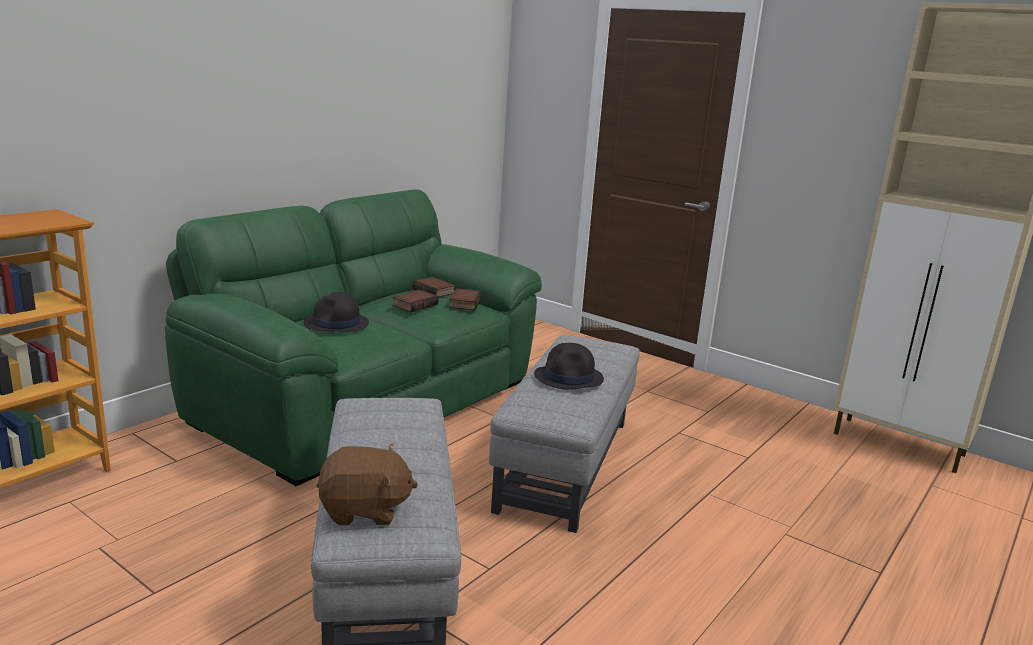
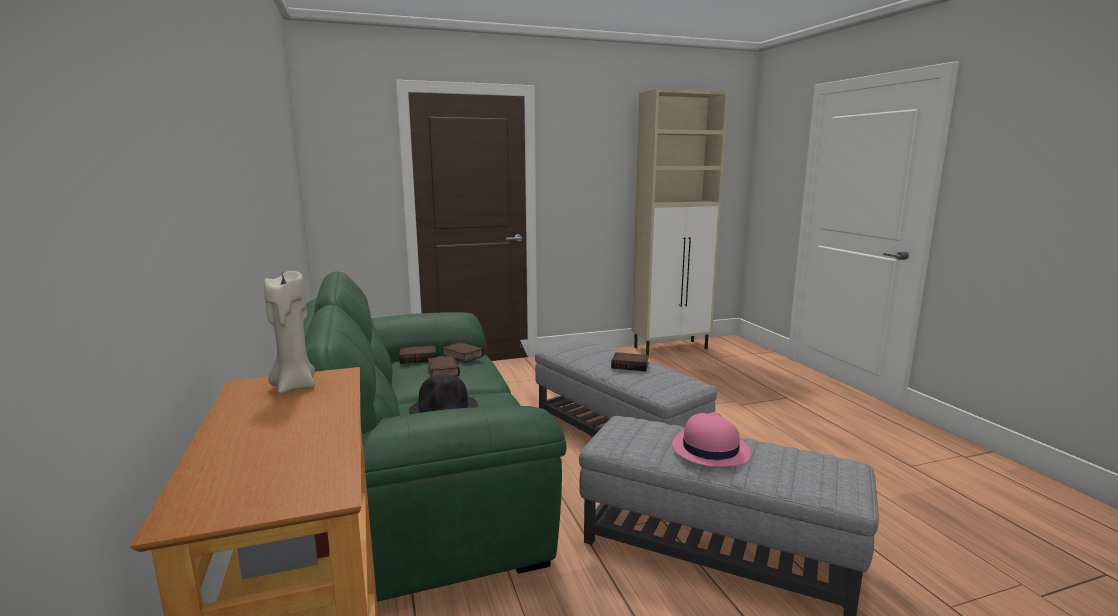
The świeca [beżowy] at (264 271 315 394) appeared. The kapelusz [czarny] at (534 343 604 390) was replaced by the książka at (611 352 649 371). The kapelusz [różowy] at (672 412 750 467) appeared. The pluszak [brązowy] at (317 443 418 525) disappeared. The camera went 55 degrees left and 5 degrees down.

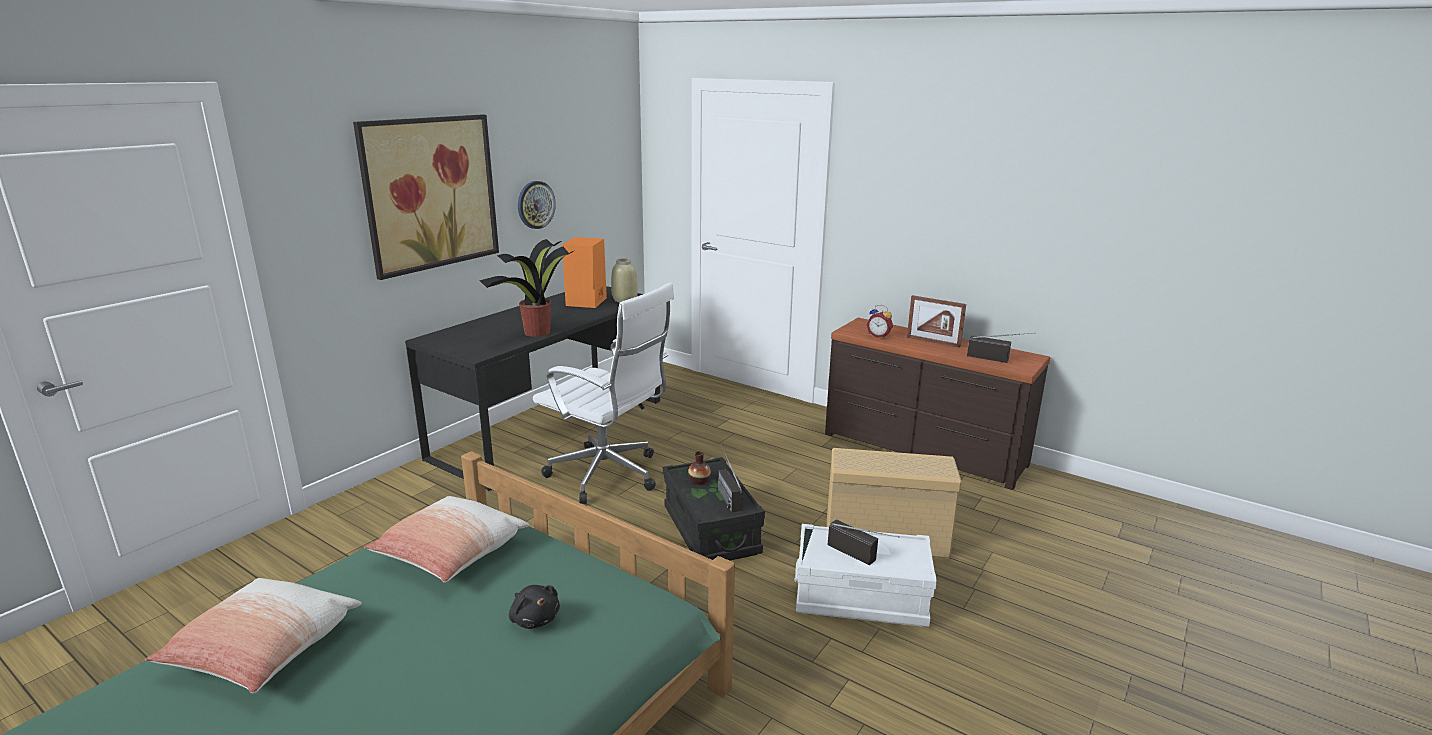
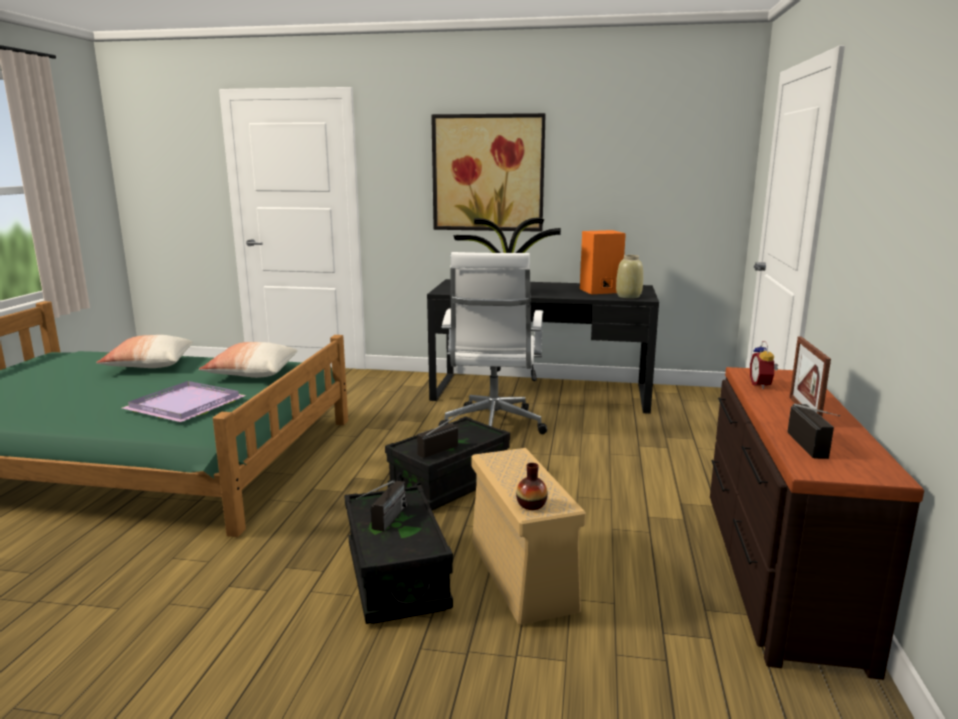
The pluszak [czarny] at (509 585 560 629) was replaced by the taca [fioletowy] at (122 381 246 422). The pojemnik do przechowywania [biały] at (794 524 937 627) became the pojemnik do przechowywania [czarny] at (344 485 453 624). The wazon moved from (688 451 711 485) to (516 463 548 510). The zegar ścienny at (518 181 556 229) disappeared. The camera went 65 degrees right and 5 degrees down.

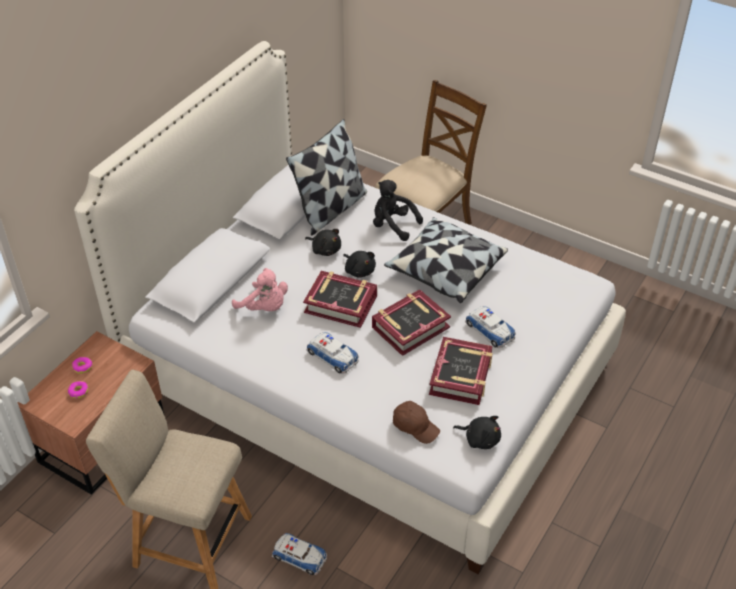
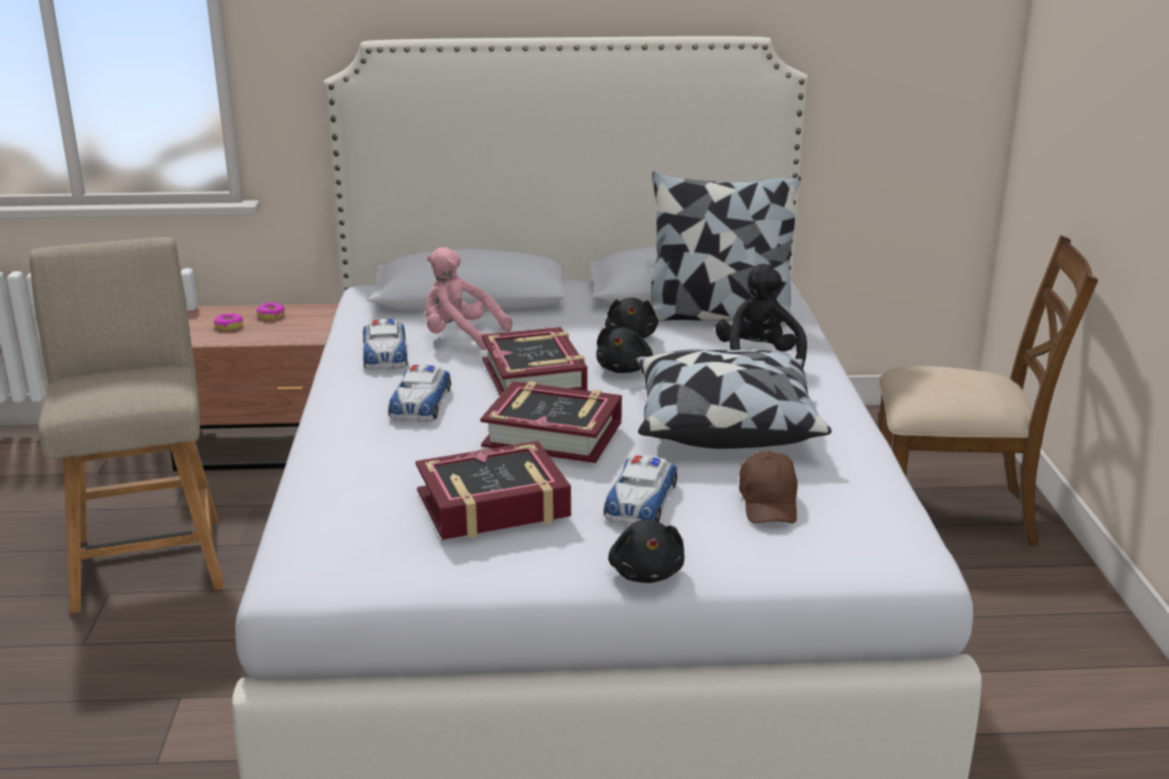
The samochodzik moved from (272 533 327 575) to (363 319 408 370). The pluszak [różowy] at (232 268 288 311) turned 105 degrees clockwise. The pluszak [czarny] moved from (453 416 501 449) to (608 519 684 583). The czapka z daszkiem [brązowy] moved from (393 401 440 444) to (739 451 798 523). The camera went 55 degrees right and 20 degrees down.

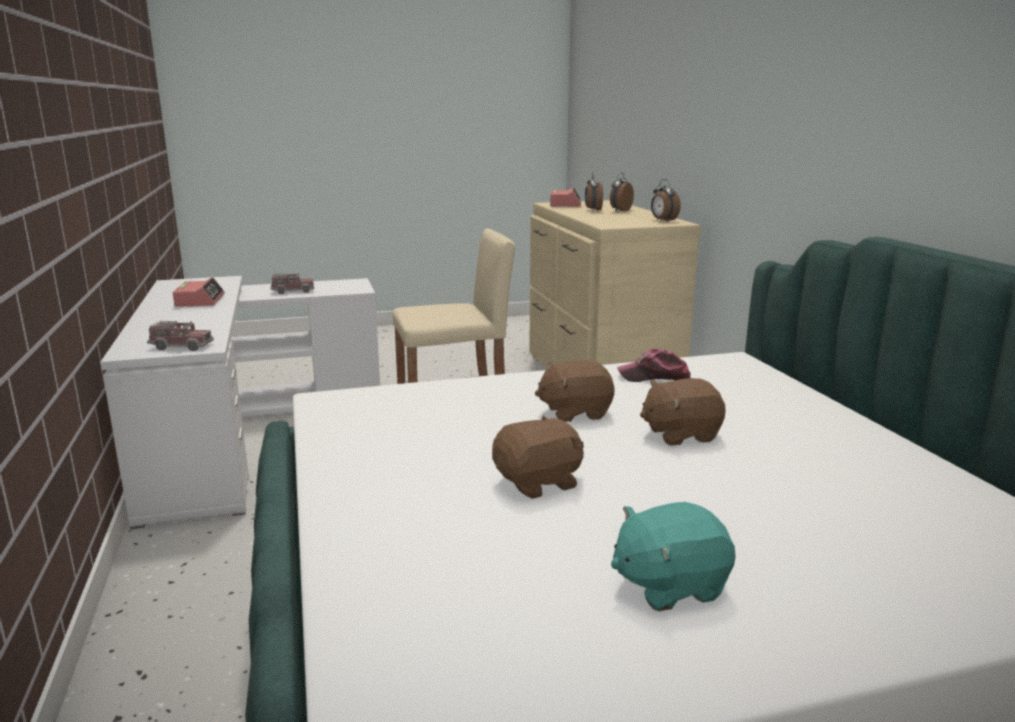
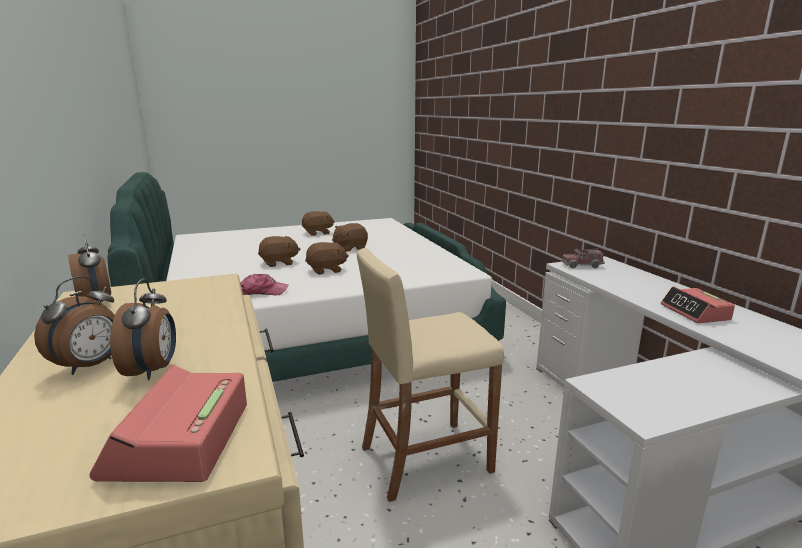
The pluszak [turkusowy] at (611 502 736 611) became the pluszak [brązowy] at (302 211 335 236). The ciężarówka zabawkowa at (271 273 314 294) disappeared. The camera went 175 degrees right and 0 degrees up.

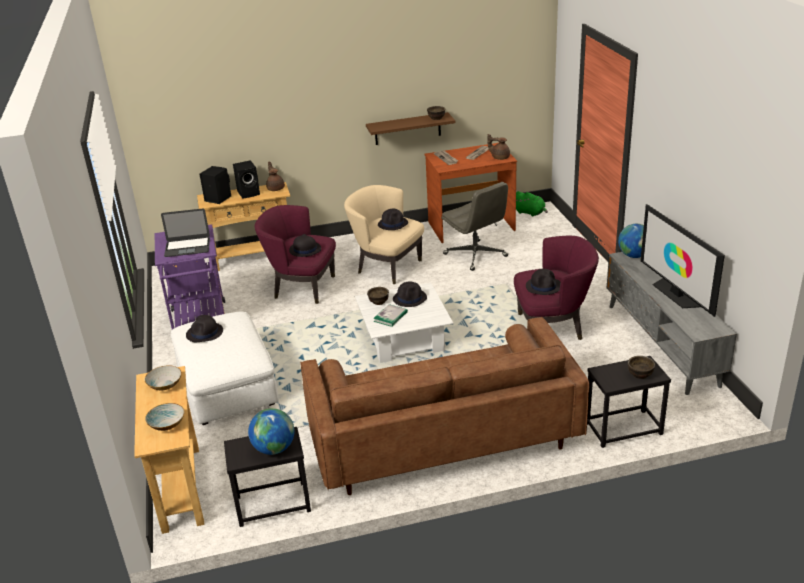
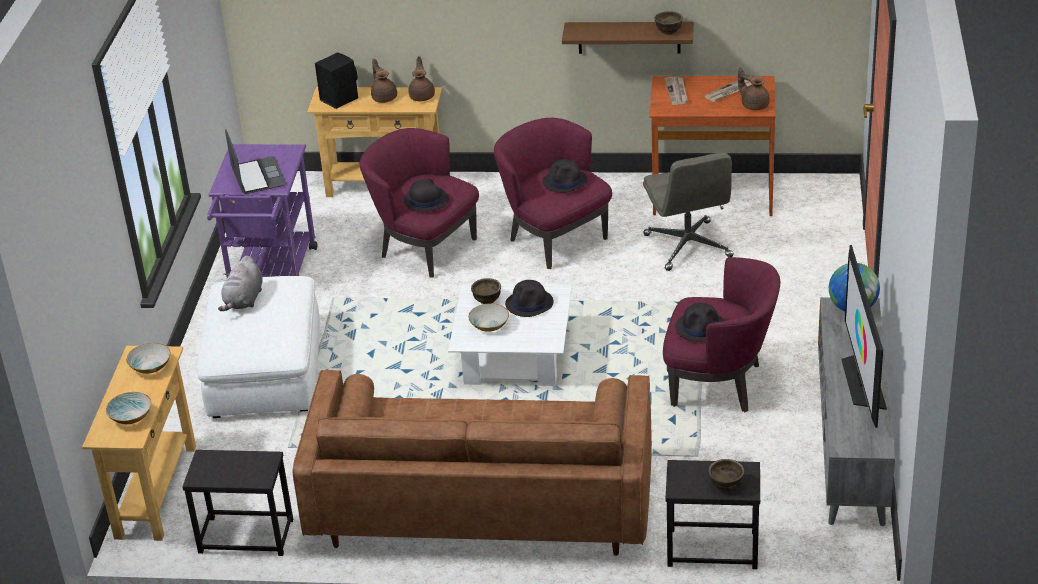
The kapelusz [czarny] at (186 315 223 342) was replaced by the pluszak [szary] at (218 256 263 311). The laptop at (161 208 210 257) turned 120 degrees counterclockwise. The głośnik [czarny] at (233 160 260 199) was replaced by the imbryk [brązowy] at (371 59 397 103). The książka at (373 304 408 327) was replaced by the miska at (468 303 509 332). The fotel [beżowy] at (344 185 424 284) became the fotel [fioletowy] at (494 118 612 269). The globus at (248 408 294 455) disappeared. The pluszak [zielony] at (516 191 548 217) disappeared. The camera went 20 degrees right and 5 degrees up.

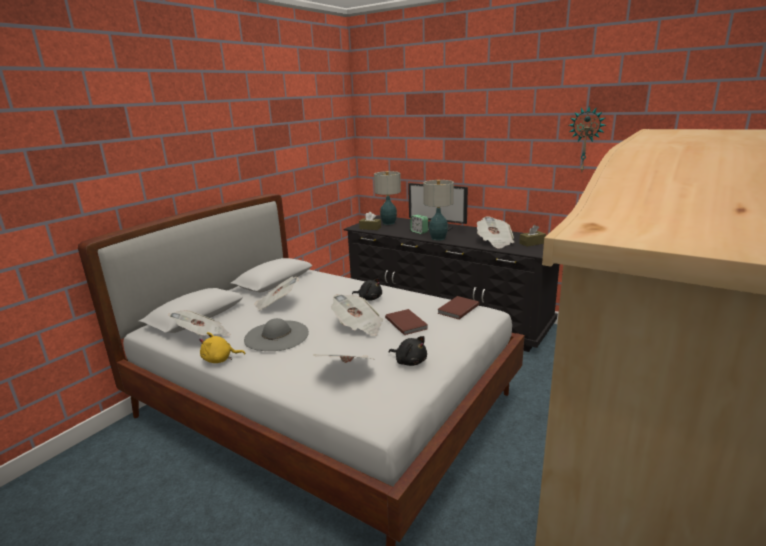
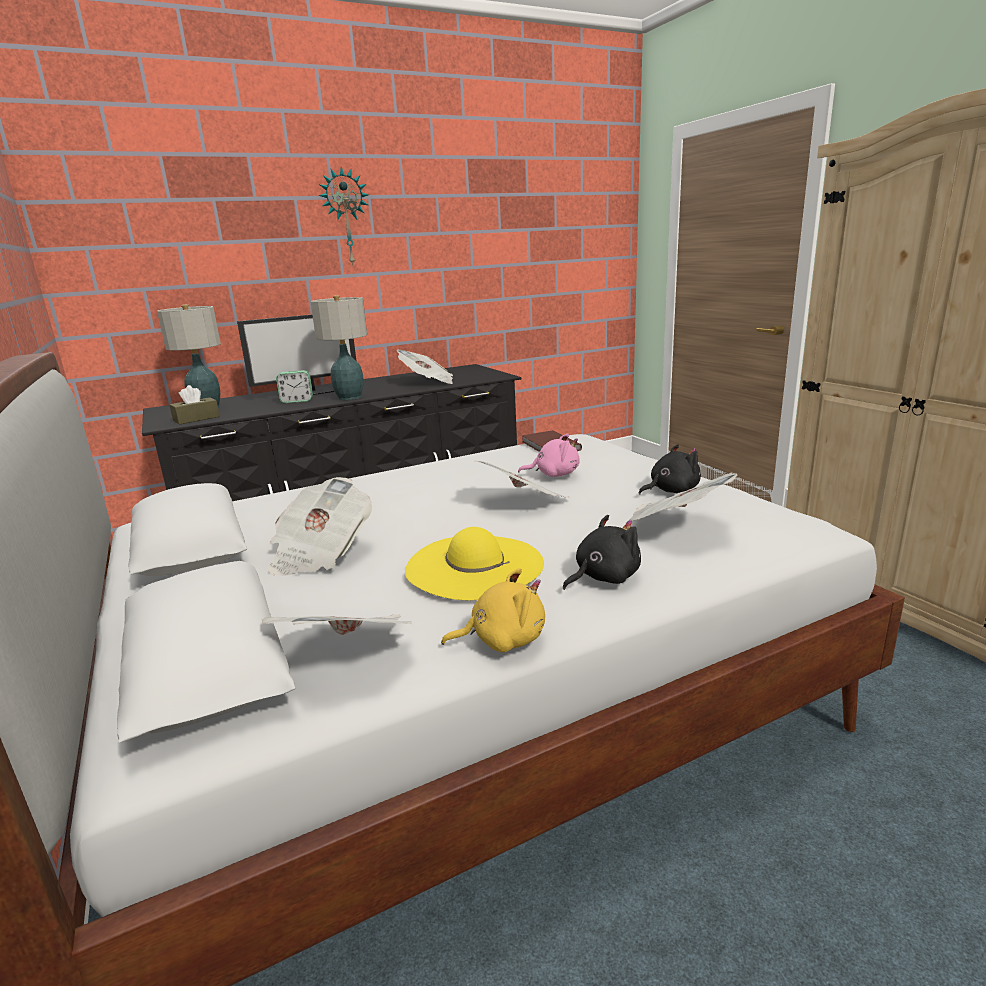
The zegar ścienny moved from (569 107 606 171) to (319 167 369 265). The kapelusz [szary] at (244 318 309 351) became the kapelusz [żółty] at (405 527 544 600). The pluszak [żółty] at (199 332 245 363) turned 120 degrees counterclockwise. The książka [brązowy] at (385 309 428 335) was replaced by the pluszak [różowy] at (518 434 580 477). The pluszak [czarny] moved from (352 278 382 300) to (563 515 641 590). The pudełko chusteczek [brązowy] at (519 225 546 247) disappeared. The camera went 60 degrees left and 0 degrees up.

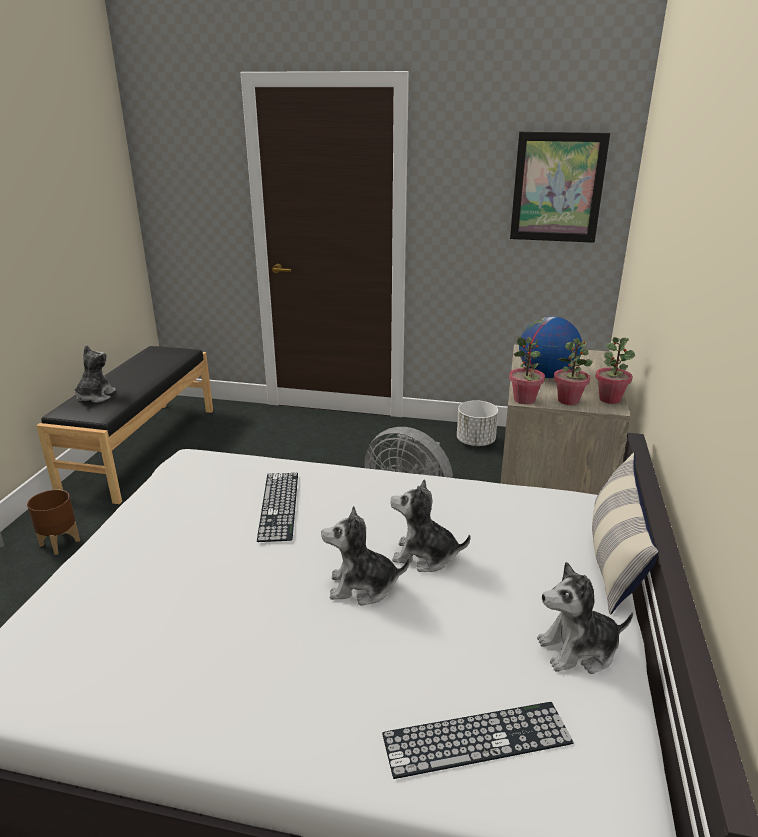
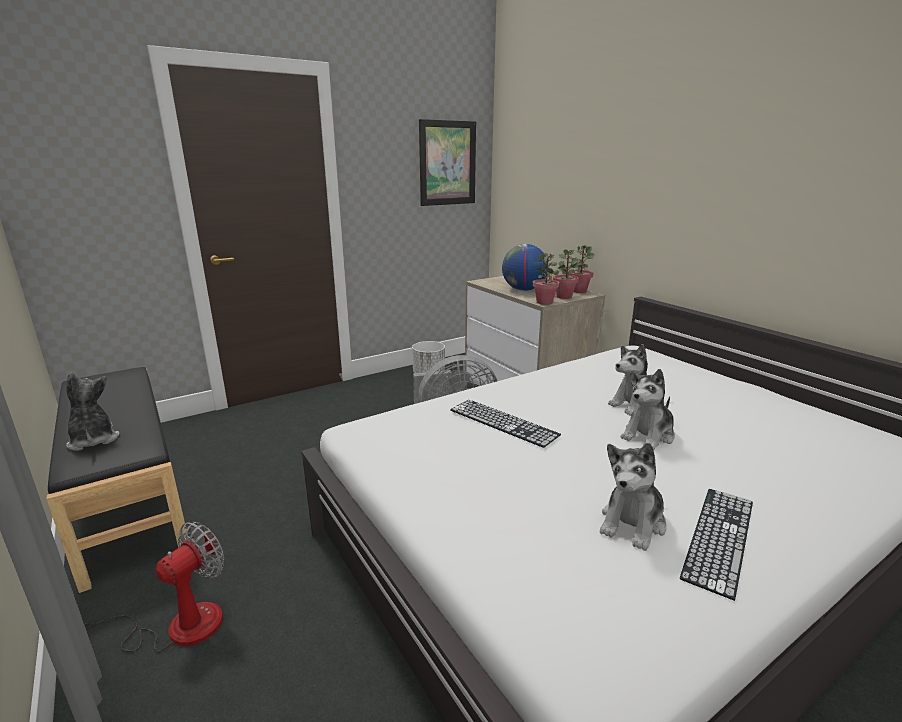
The donica [brązowy] at (27 489 80 555) was replaced by the wentylator at (83 522 224 652). The pluszak moved from (537 562 633 674) to (600 443 666 551). The klawiatura moved from (382 702 574 779) to (680 489 753 601). The poduszka at (592 453 659 615) disappeared. The camera went 45 degrees left and 5 degrees down.

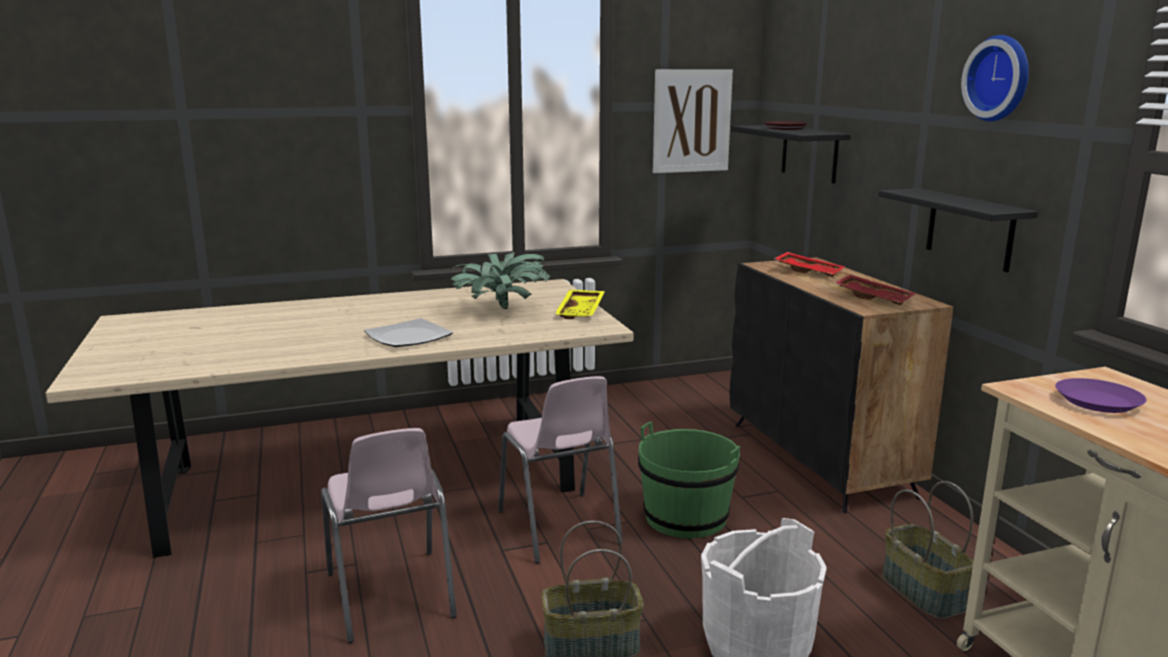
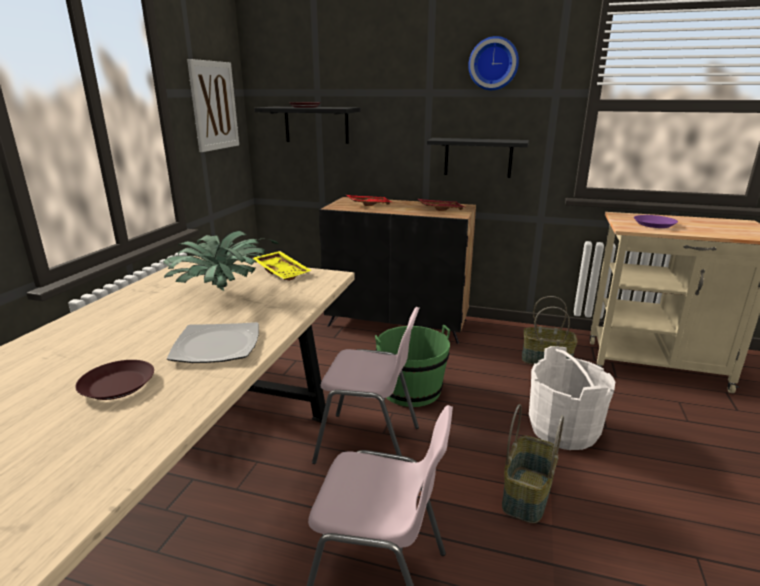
The talerz [brązowy] at (75 360 154 400) appeared. The camera went 55 degrees left and 5 degrees up.

